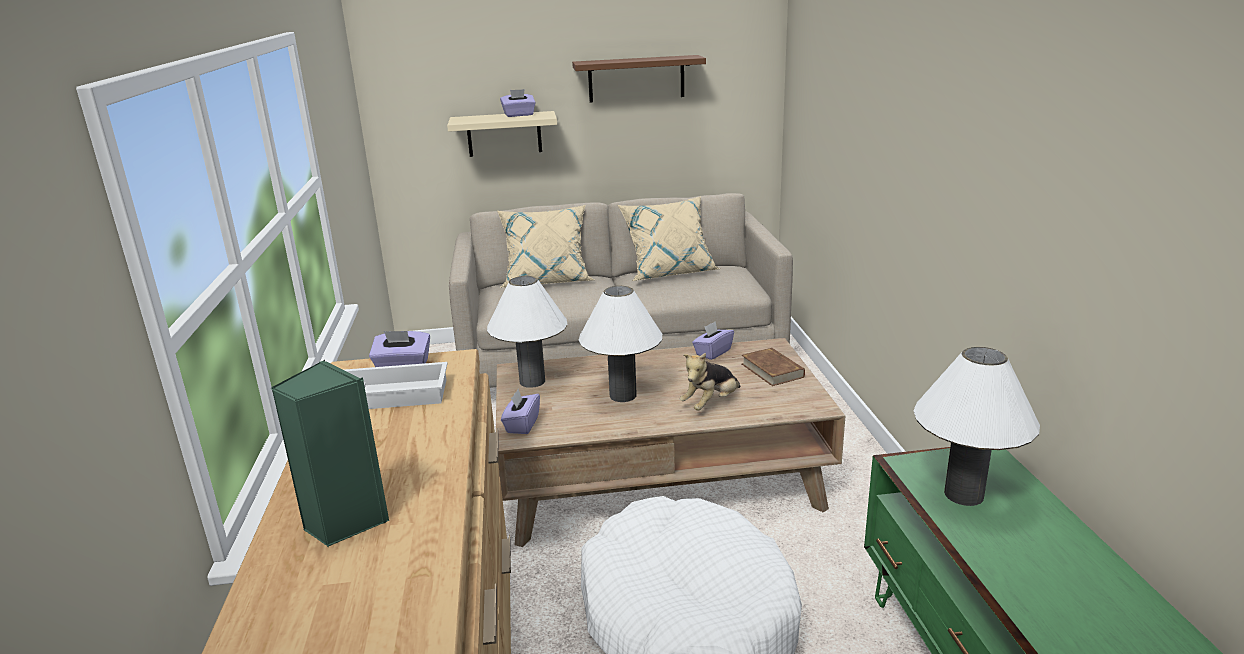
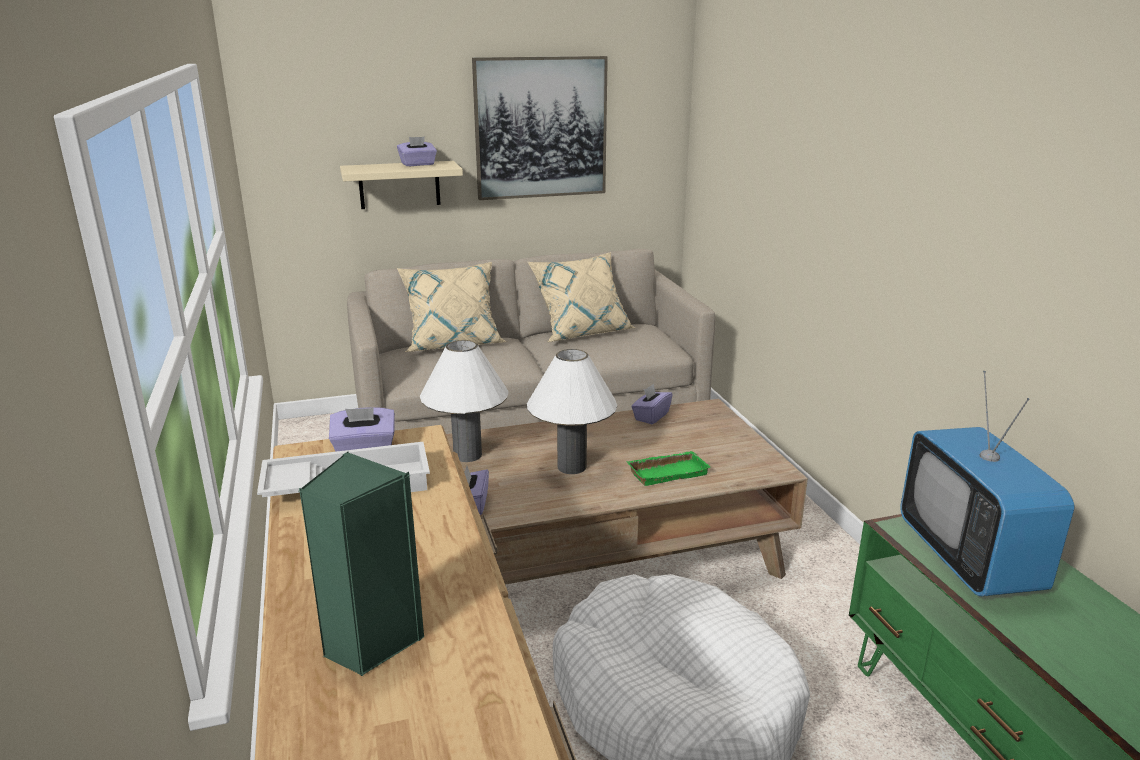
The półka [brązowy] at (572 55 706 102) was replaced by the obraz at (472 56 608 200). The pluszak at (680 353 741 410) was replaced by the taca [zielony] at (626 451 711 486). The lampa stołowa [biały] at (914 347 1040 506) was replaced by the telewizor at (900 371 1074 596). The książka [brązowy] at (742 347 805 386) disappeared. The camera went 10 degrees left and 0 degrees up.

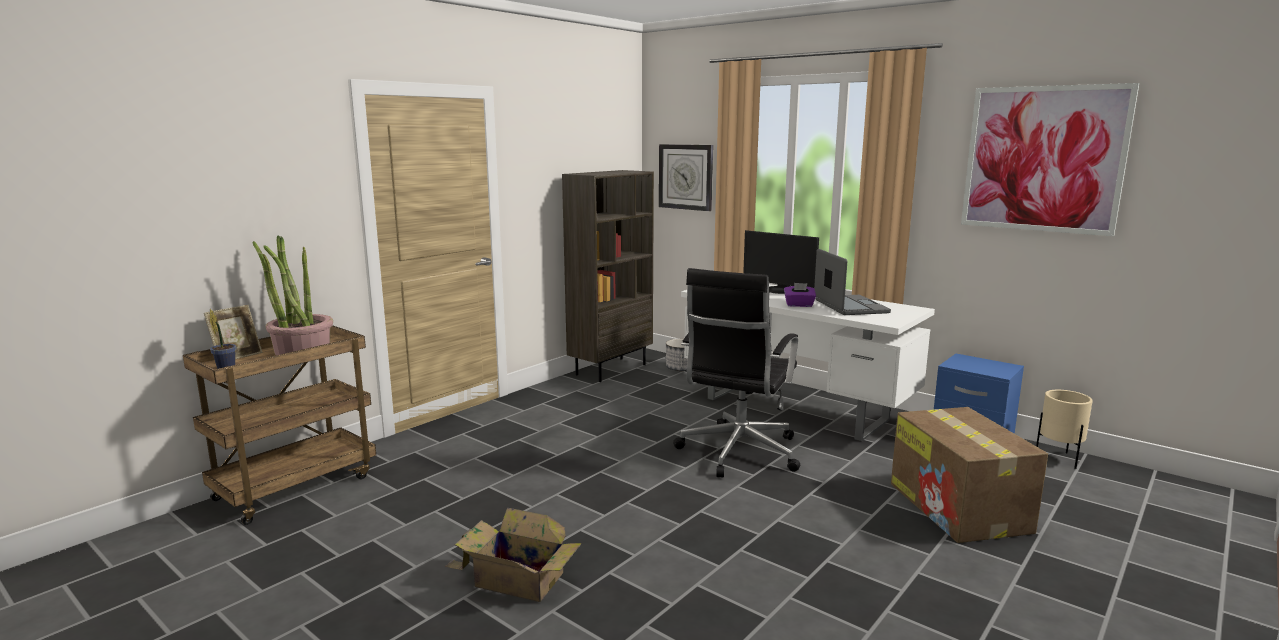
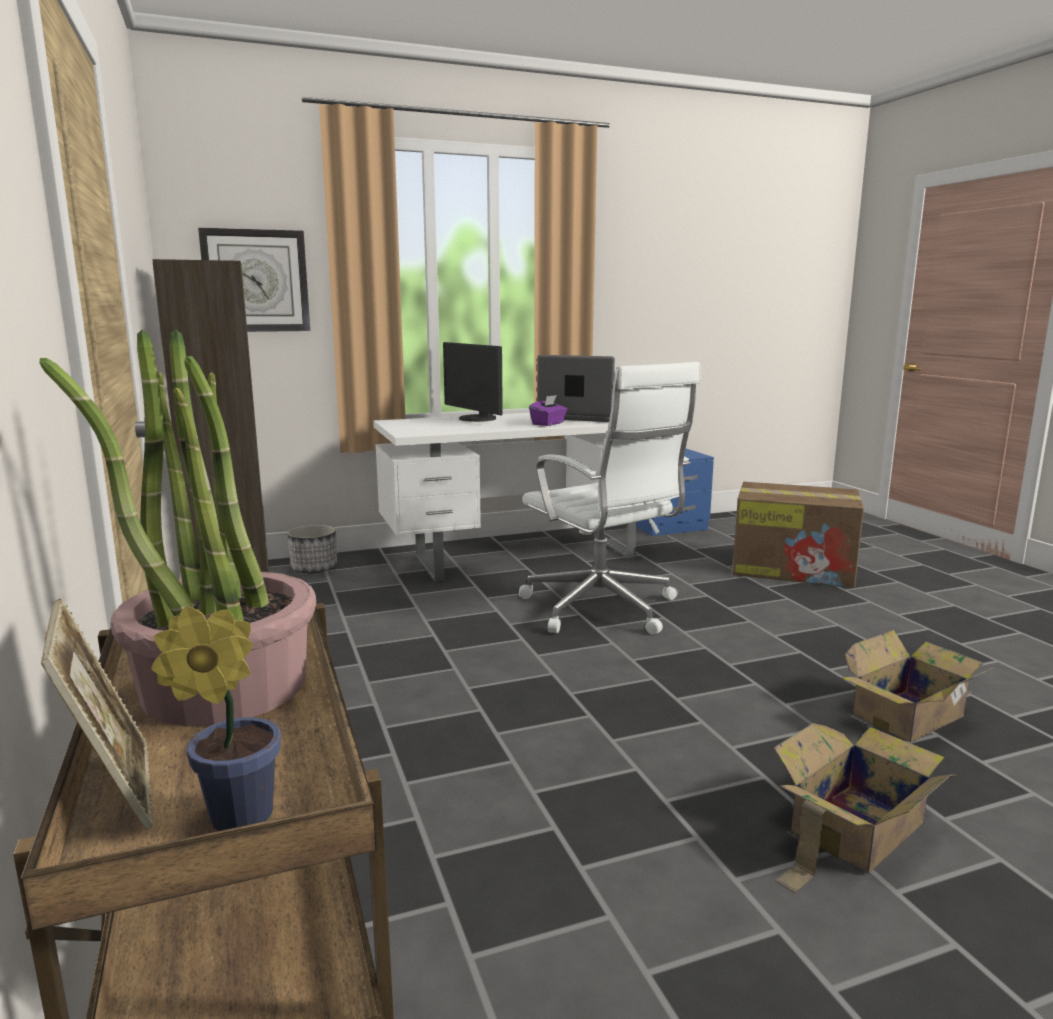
The monitor at (743 230 819 294) turned 75 degrees clockwise. The krzesło biurowe [czarny] at (673 268 800 478) became the krzesło biurowe [biały] at (519 362 701 635). The karton at (842 630 995 743) appeared. The obraz at (961 83 1139 236) disappeared. The donica [beżowy] at (1036 390 1093 469) disappeared. The camera went 60 degrees left and 0 degrees up.

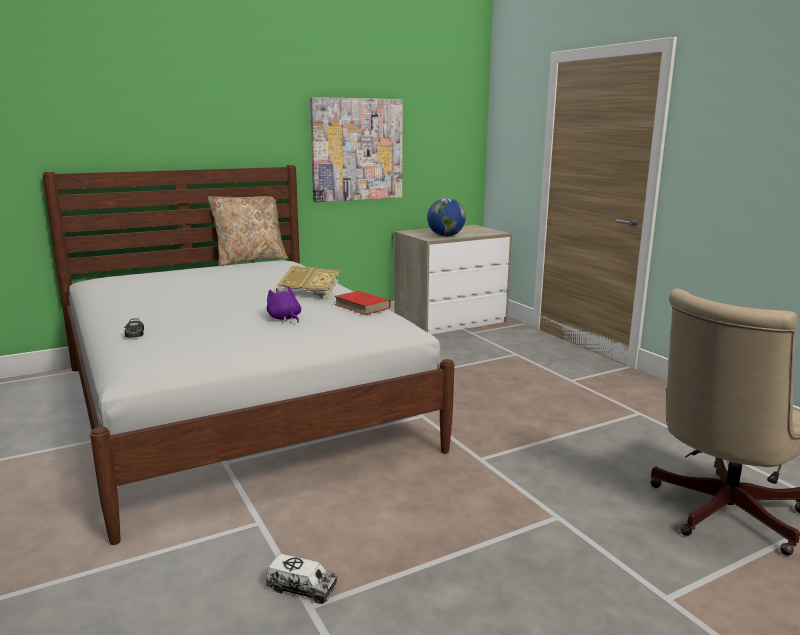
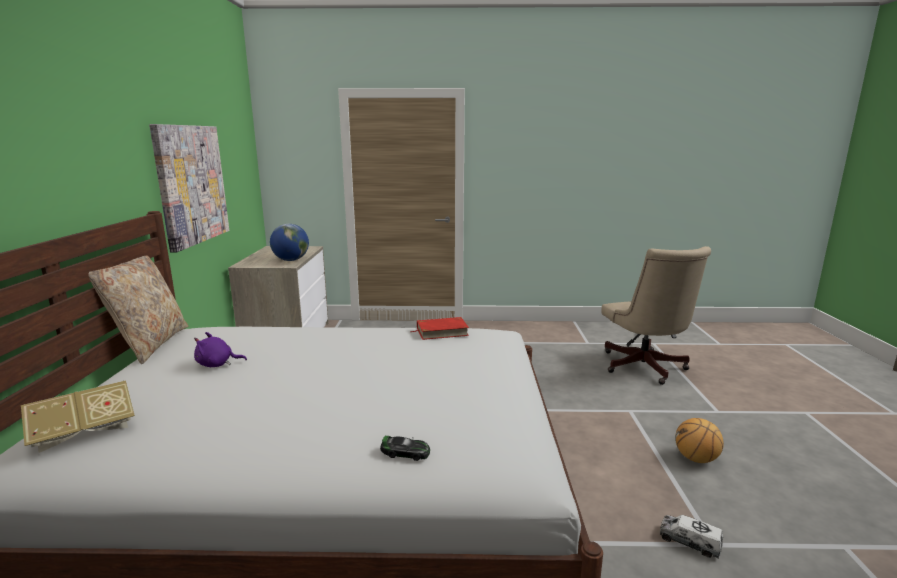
The książka moved from (278 266 340 299) to (21 380 135 453). The pluszak [fioletowy] moved from (267 286 301 322) to (194 332 247 367). The ciężarówka zabawkowa at (266 554 338 604) turned 105 degrees counterclockwise. The piłka do koszykówki at (675 418 724 463) appeared. The camera went 60 degrees left and 0 degrees up.

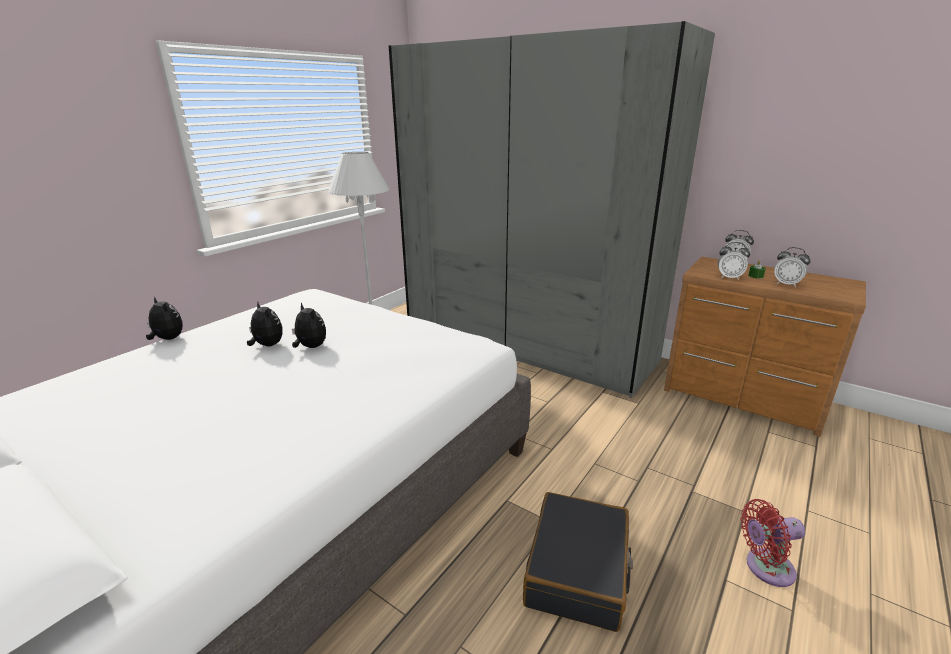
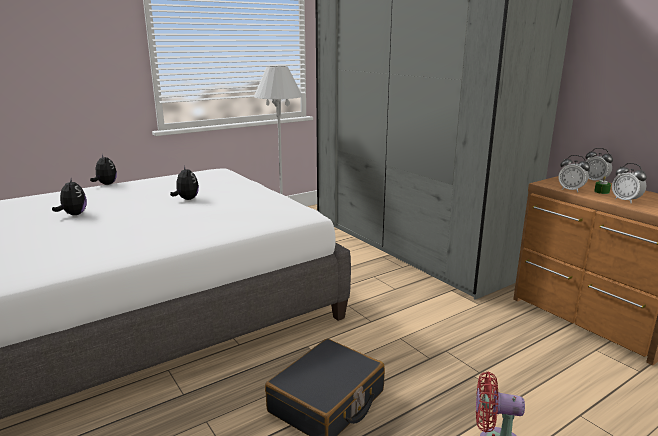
The pluszak moved from (247 302 283 346) to (52 177 87 215). The camera went 20 degrees right and 5 degrees down.

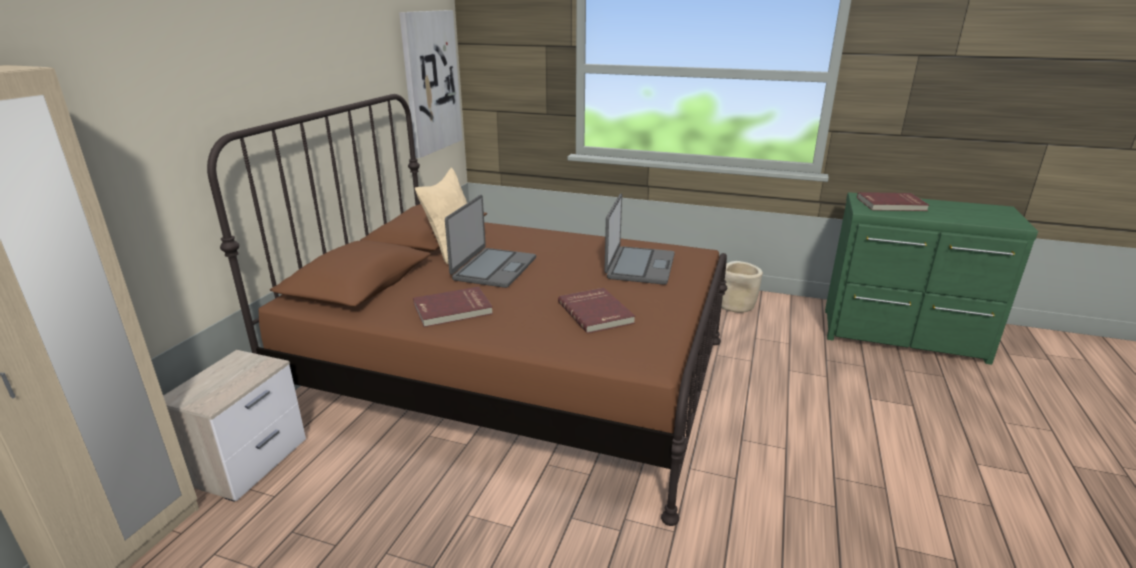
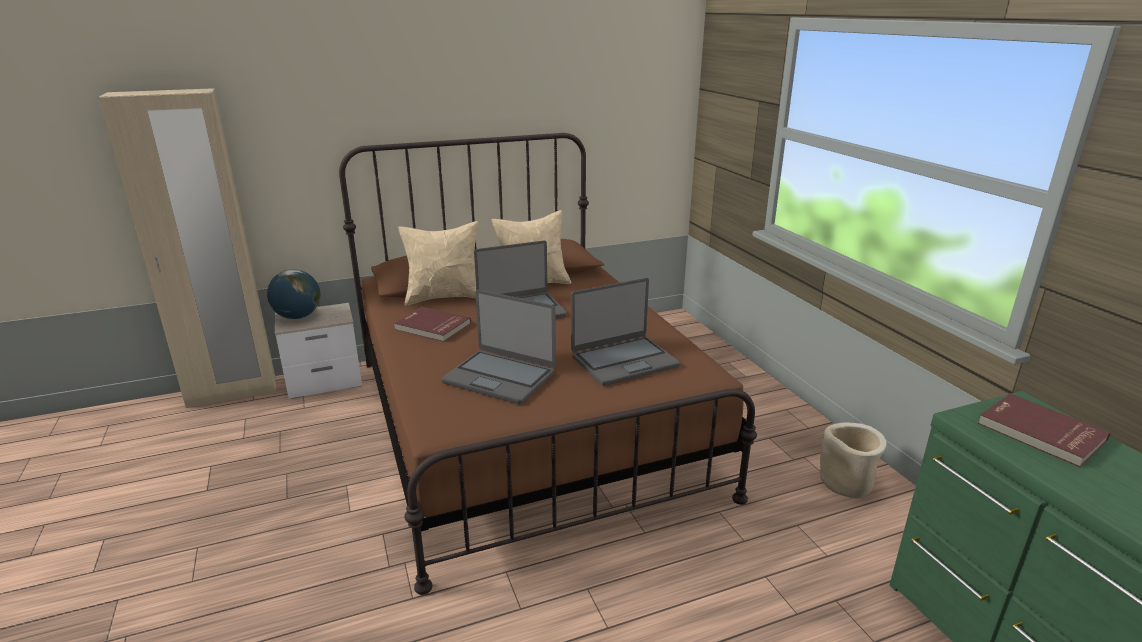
The globus at (267 269 320 319) appeared. The poduszka [beżowy] at (398 221 479 306) appeared. The książka [czerwony] at (558 288 635 334) was replaced by the laptop at (441 290 556 404). The obraz at (399 10 462 158) disappeared. The camera went 50 degrees right and 0 degrees up.

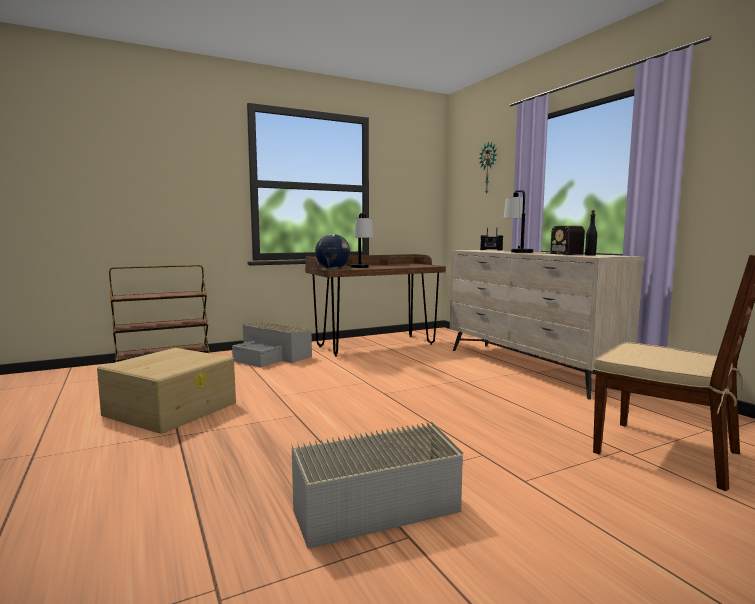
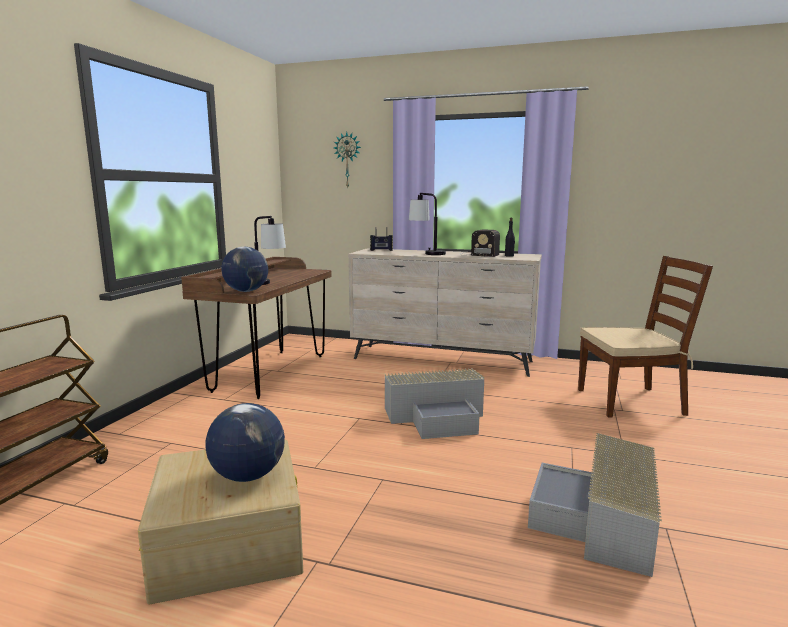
The globus at (205 403 285 482) appeared. The pojemnik do przechowywania [szary] moved from (232 322 312 367) to (385 368 485 439). The camera went 45 degrees left and 5 degrees up.

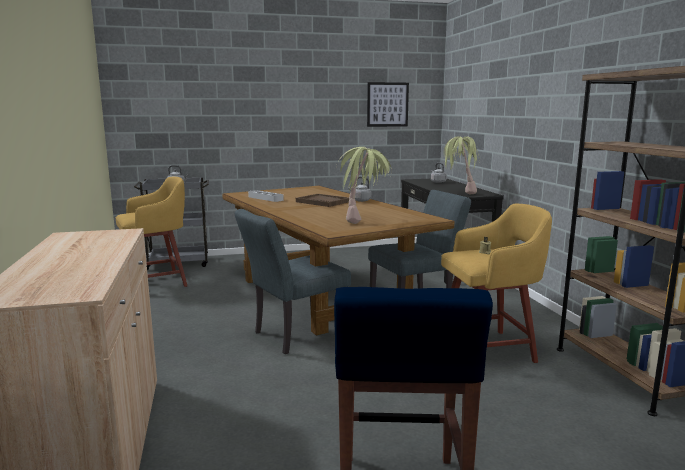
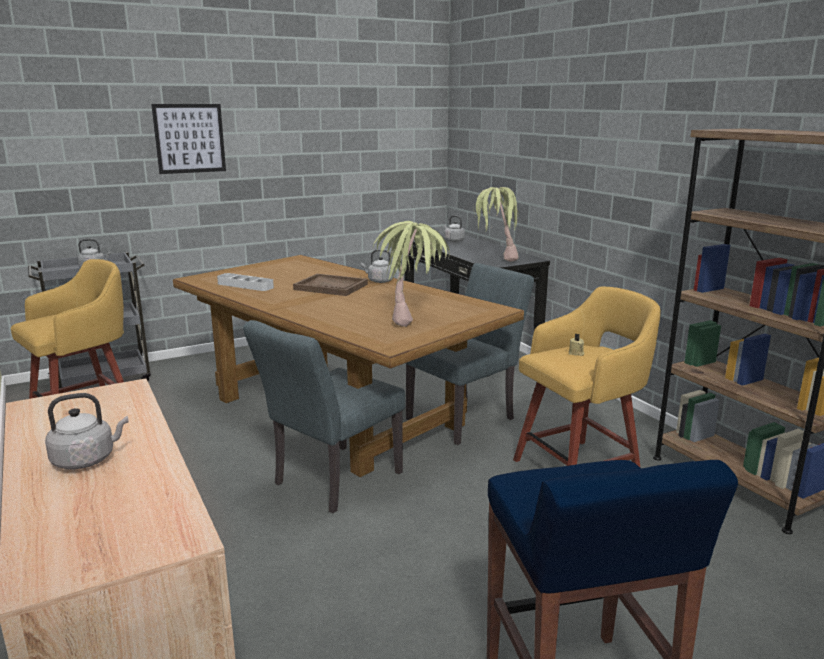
The czajnik [szary] at (45 393 129 469) appeared. The obraz moved from (367 82 409 127) to (151 104 226 174). The camera went 15 degrees left and 5 degrees up.

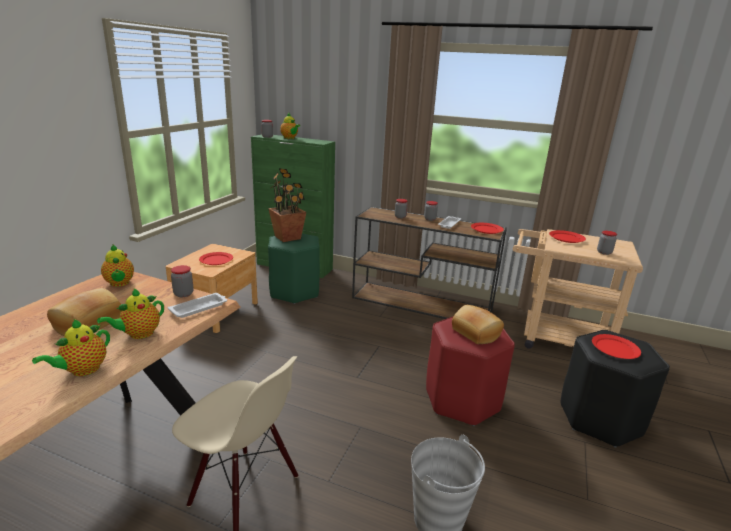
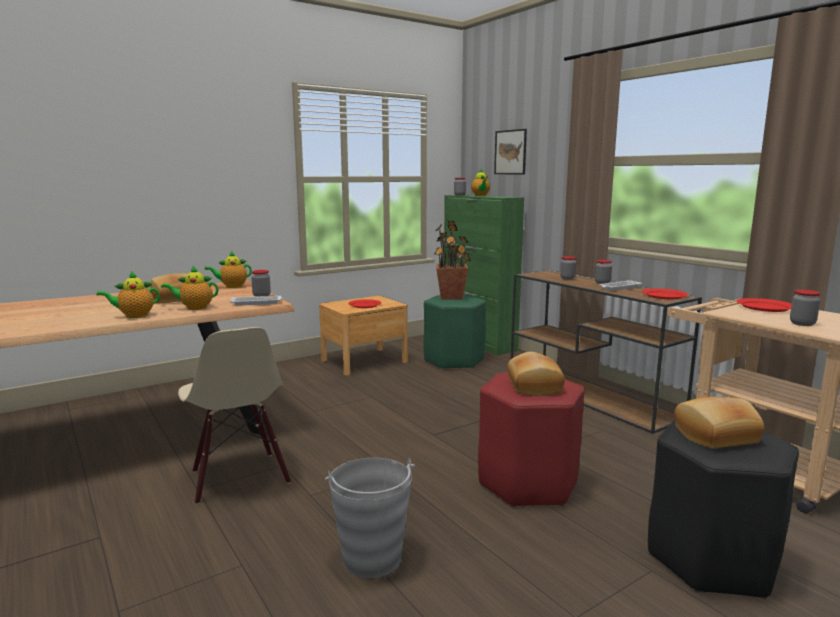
The imbryk at (101 245 134 287) turned 60 degrees clockwise. The obraz at (494 129 527 174) appeared. The talerz [czerwony] at (592 334 641 359) was replaced by the chleb at (674 396 764 449). The camera went 35 degrees right and 10 degrees down.

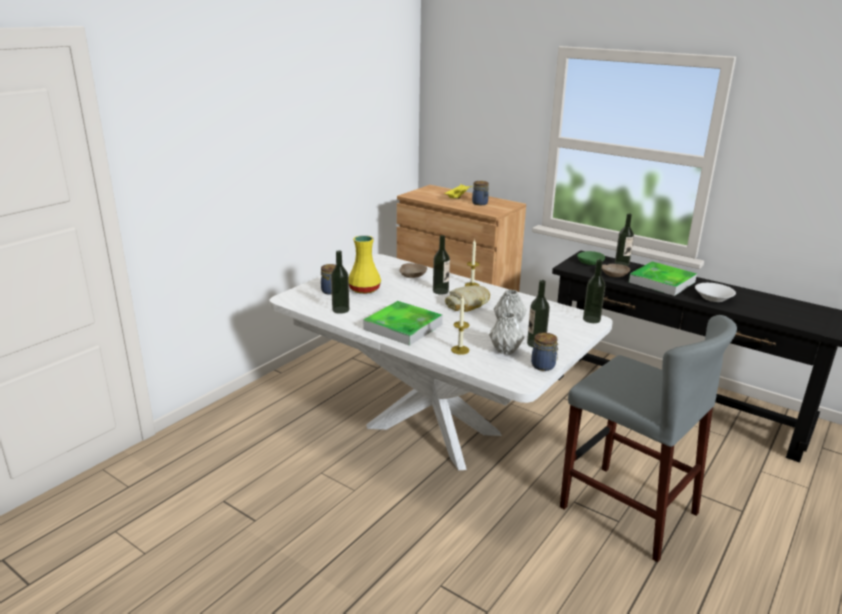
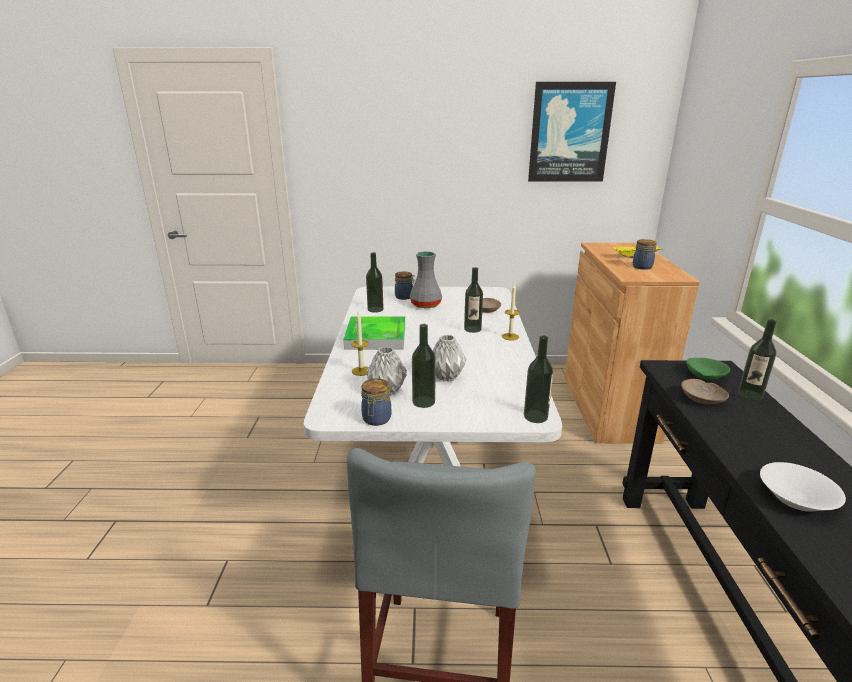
The wazon [żółty] at (349 235 381 294) became the wazon [szary] at (410 251 442 308). The obraz at (528 82 616 182) appeared. The chleb at (445 285 490 312) disappeared. The taca at (629 262 697 296) disappeared. The camera went 55 degrees right and 0 degrees up.

